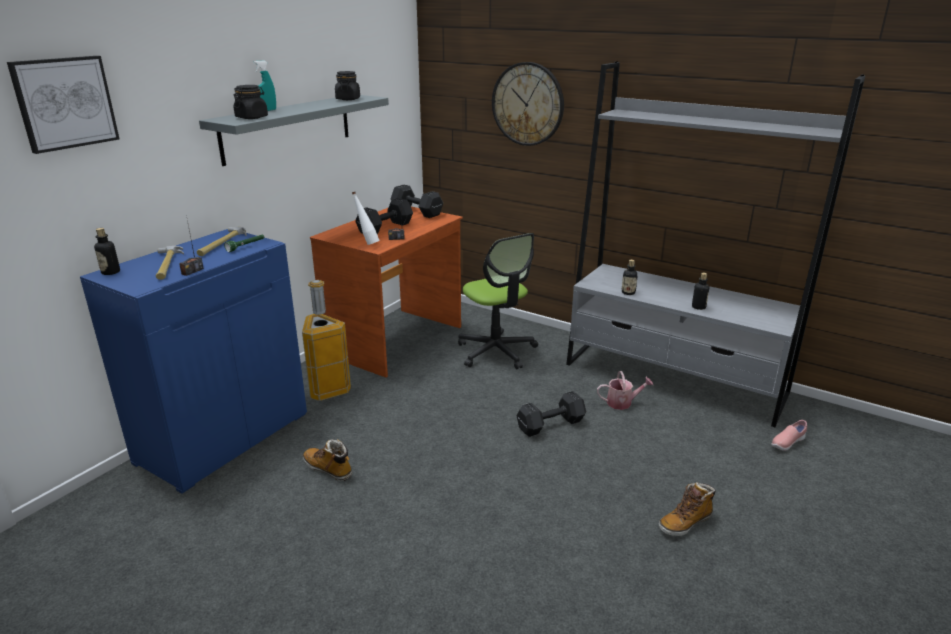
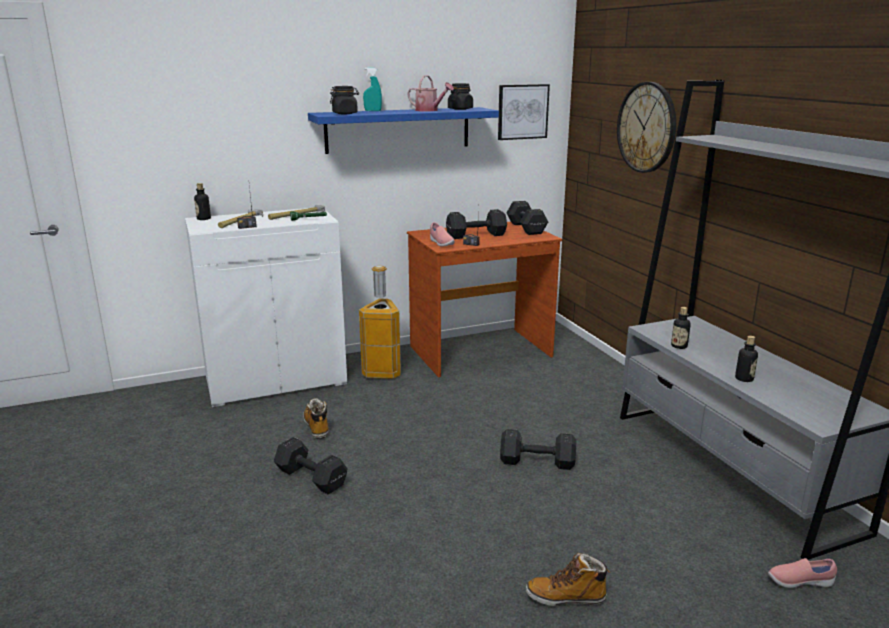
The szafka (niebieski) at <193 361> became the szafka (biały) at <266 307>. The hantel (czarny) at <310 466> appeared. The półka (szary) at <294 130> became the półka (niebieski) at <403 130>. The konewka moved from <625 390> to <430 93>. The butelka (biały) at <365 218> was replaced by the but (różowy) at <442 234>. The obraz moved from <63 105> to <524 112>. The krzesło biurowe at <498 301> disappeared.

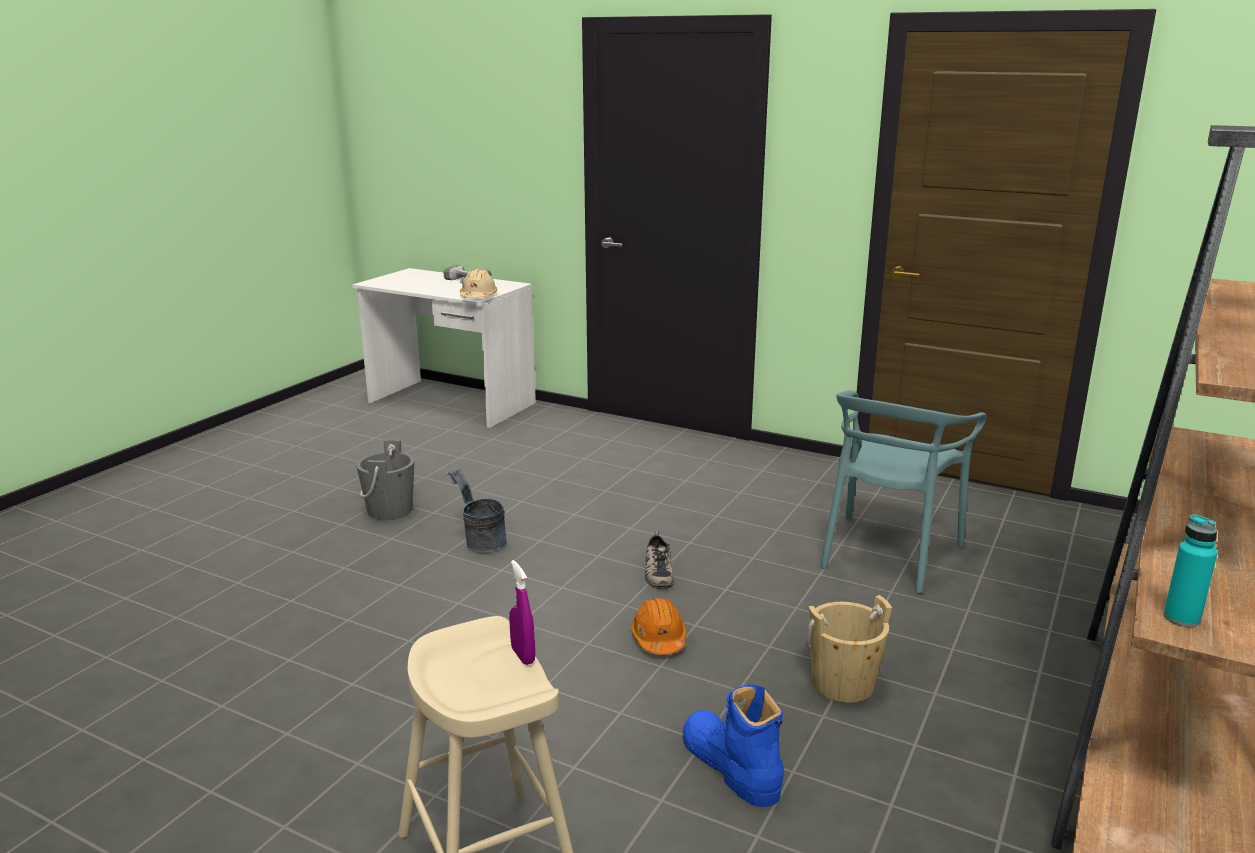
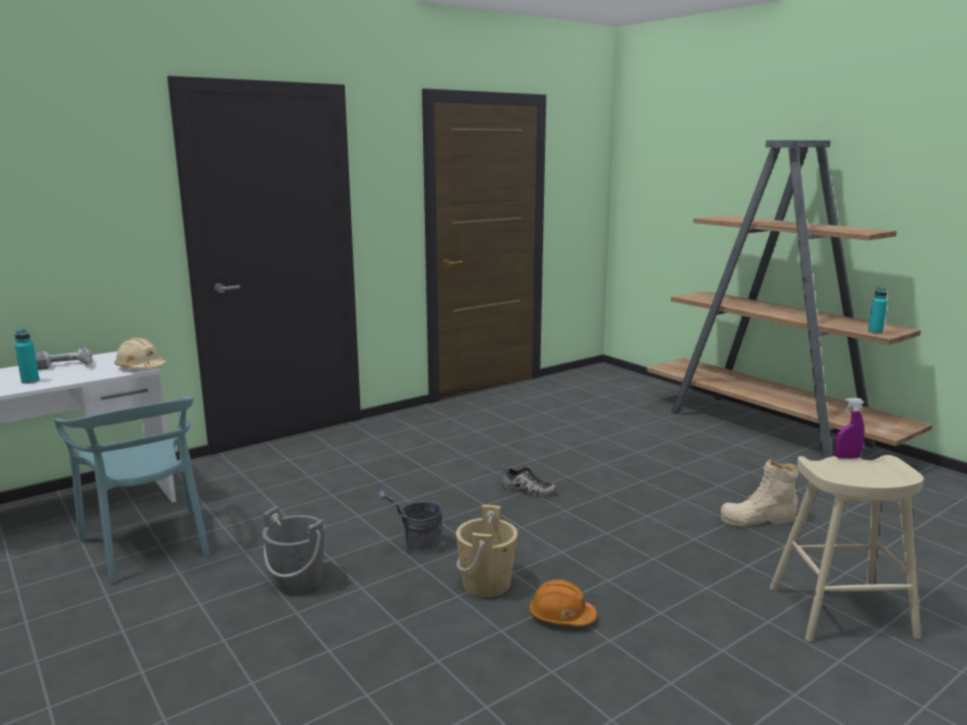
The butelka (turkusowy) at <27 356> appeared. The krzesło (turkusowy) moved from <903 492> to <132 490>. The wiadro (beżowy) moved from <848 649> to <487 551>. The kask (pomarańczowy) moved from <659 626> to <563 602>. The but z cholewką (niebieski) at <733 745> became the but z cholewką (beżowy) at <760 493>.

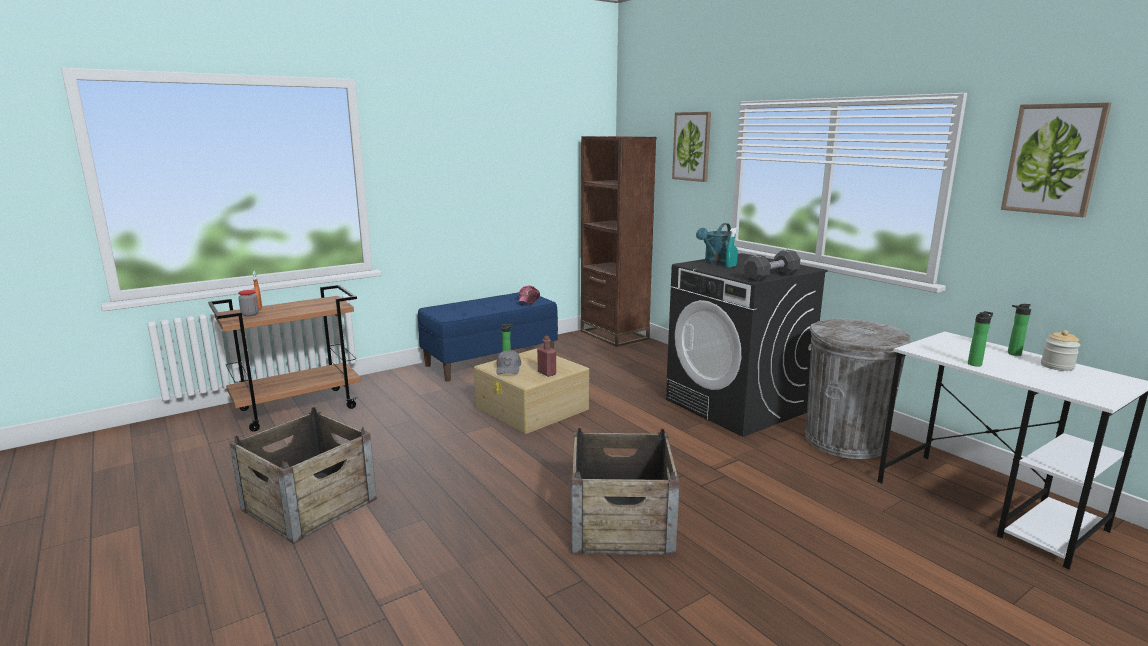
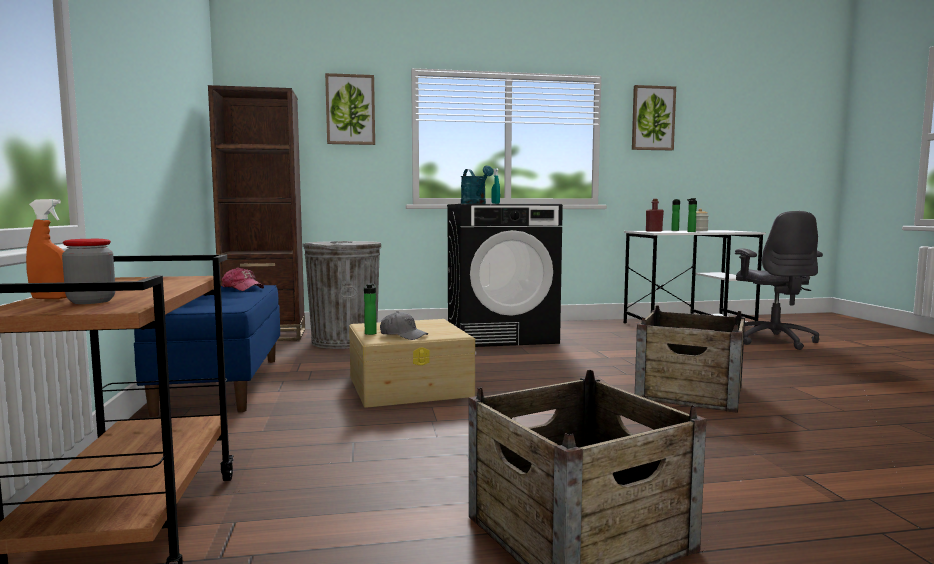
The kosz na śmieci (szary) moved from <858 389> to <342 295>. The butelka (czerwony) moved from <546 356> to <655 215>. The krzesło biurowe (szary) at <779 280> appeared. The hantel (czarny) at <771 266> disappeared.

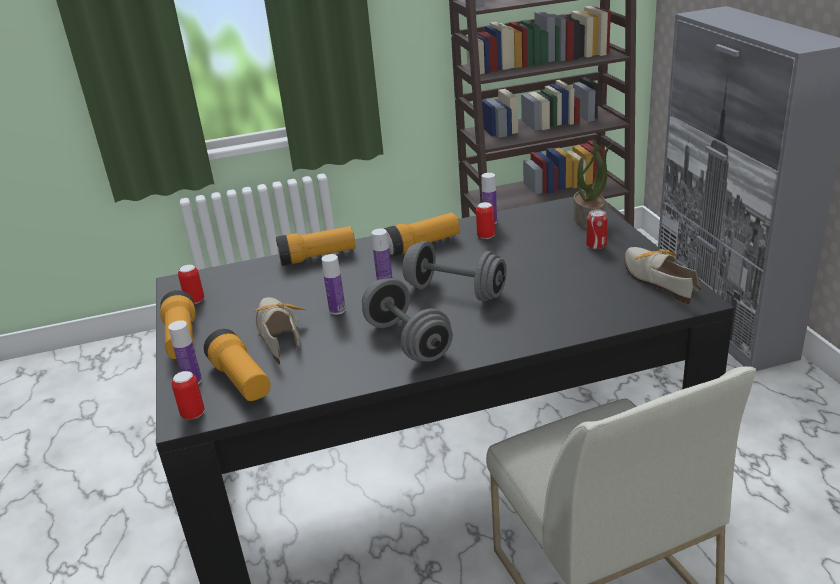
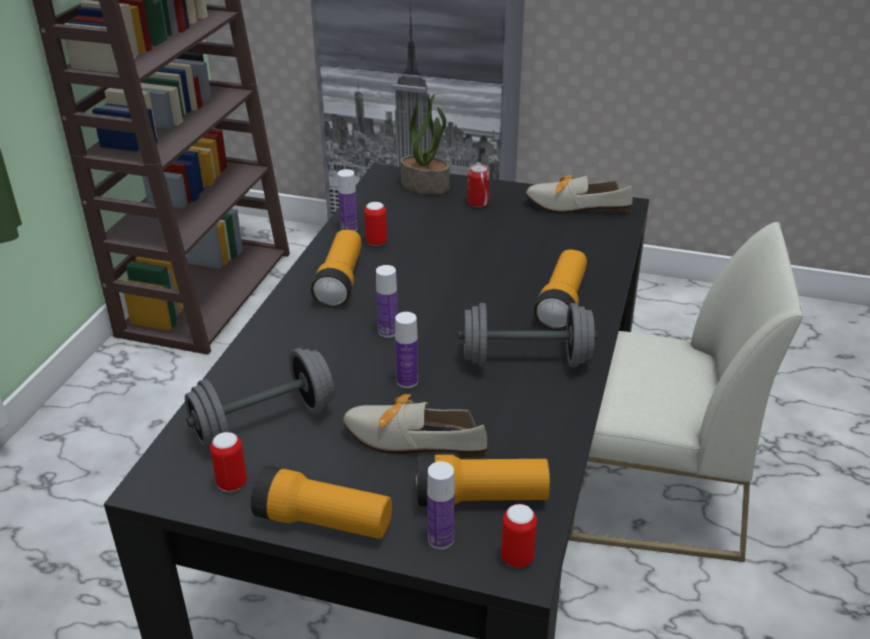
The hantel (szary) moved from <454 271> to <260 397>. The latarka moved from <316 246> to <560 289>.

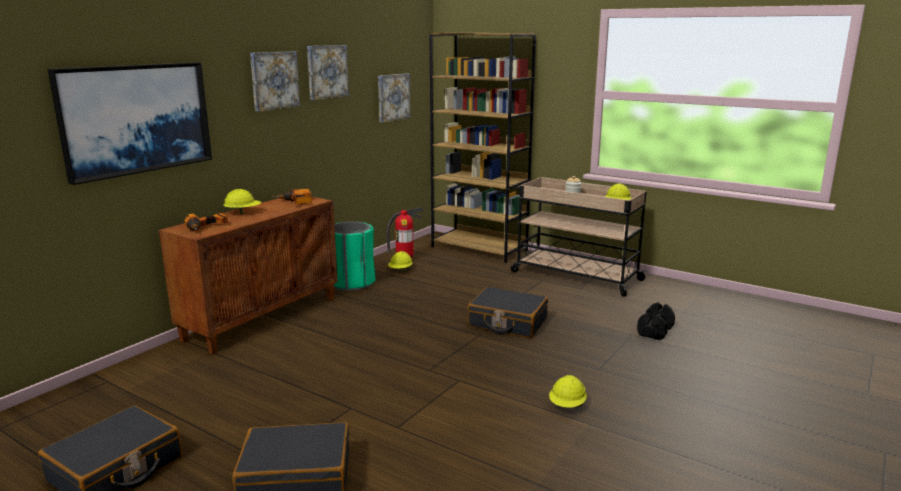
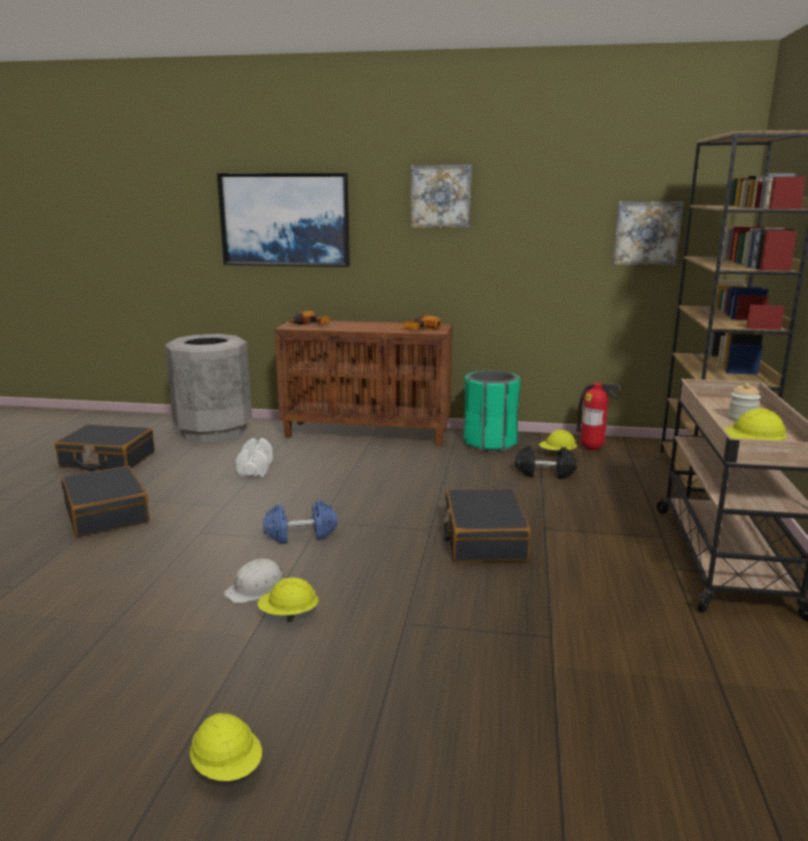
The kosz na śmieci (szary) at <208 388> appeared. The kask (żółty) moved from <242 201> to <226 747>. The kask (biały) at <254 581> appeared. The hantel (biały) at <254 457> appeared. The hantel (niebieski) at <300 522> appeared. The hantel (czarny) moved from <656 321> to <546 462>. The obraz at <328 72> disappeared.

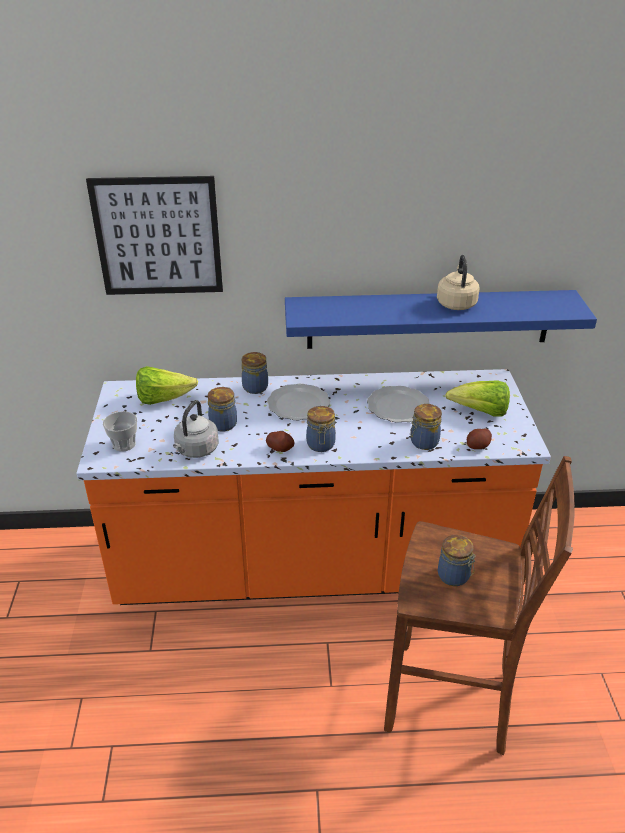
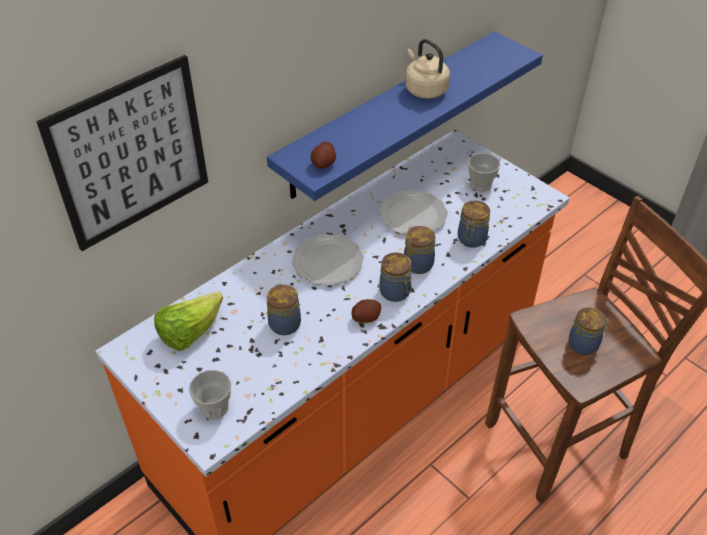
The ziemniak moved from <479 439> to <323 155>. The słoik moved from <254 373> to <419 250>. The sałata at <477 398> was replaced by the filiżanka at <484 172>. The czajnik (szary) at <195 429> disappeared.

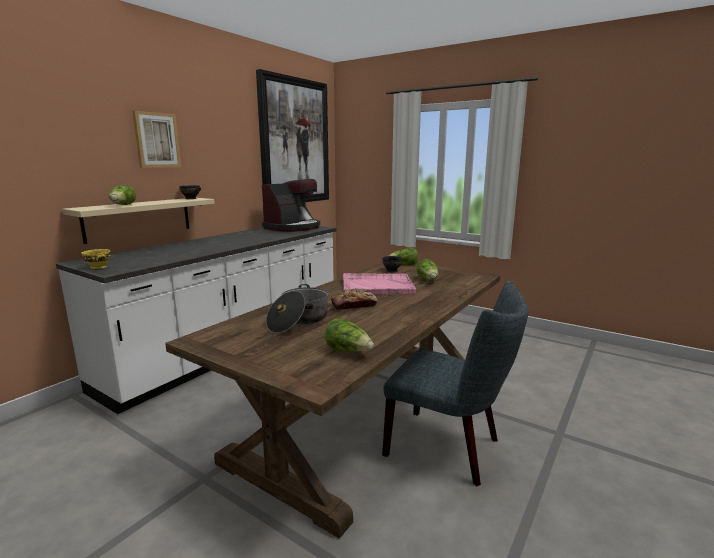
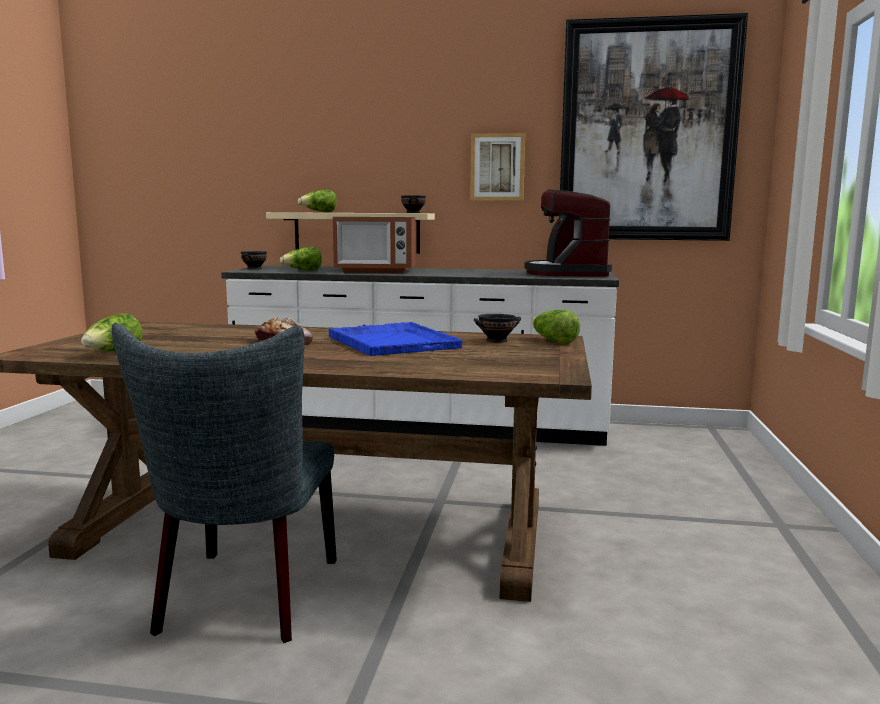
The miska (żółty) at <96 259> became the miska (czarny) at <254 260>. The sałata moved from <428 269> to <301 259>. The taca (różowy) at <379 284> became the taca (niebieski) at <395 339>. The mikrofalówka at <374 245> appeared. The obraz moved from <156 139> to <497 167>. The ekspres do kawy at <291 205> turned 75 degrees clockwise. The garnek at <297 308> disappeared.

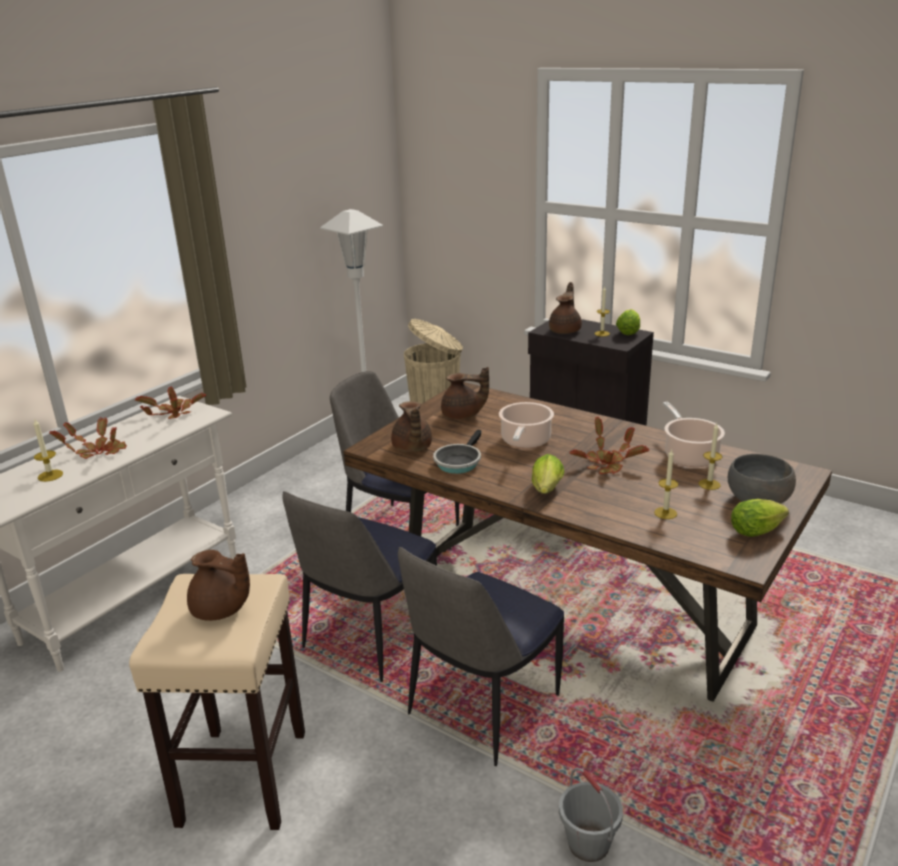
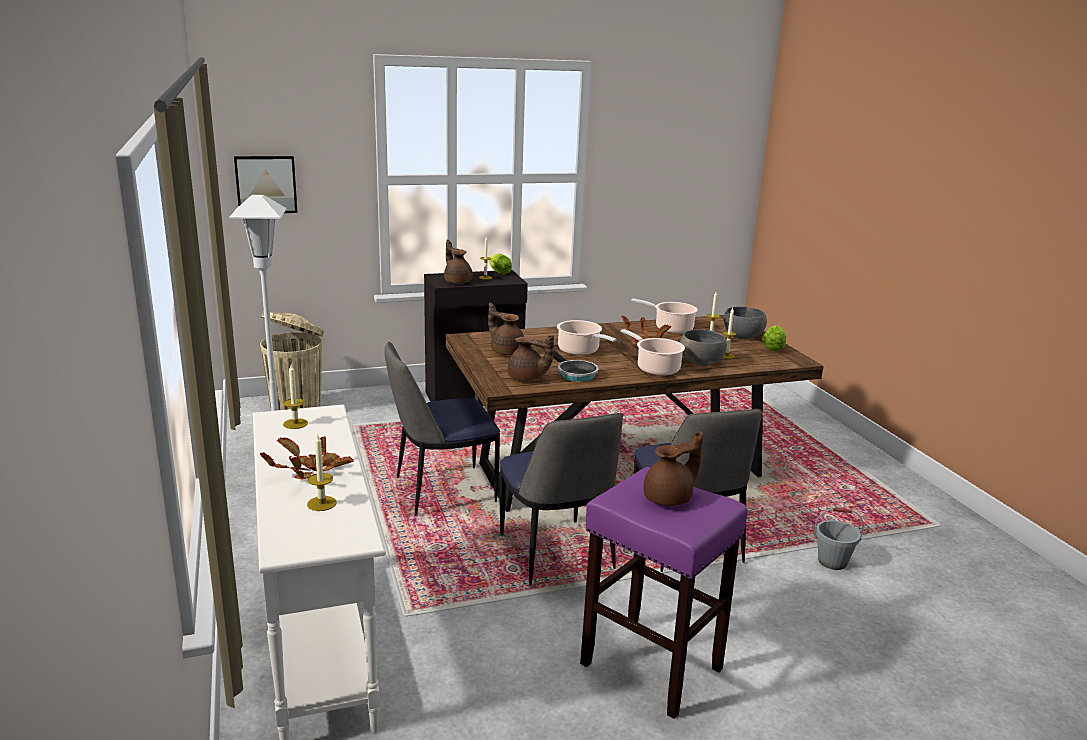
The obraz at <266 184> appeared. The roślina doniczkowa at <170 402> was replaced by the świeca at <295 397>. The imbryk (brązowy) at <465 393> turned 90 degrees counterclockwise. The stołek (beżowy) at <217 702> became the stołek (fioletowy) at <664 593>. The sałata at <548 474> was replaced by the garnek at <653 352>. The miska (szary) at <703 347> appeared.

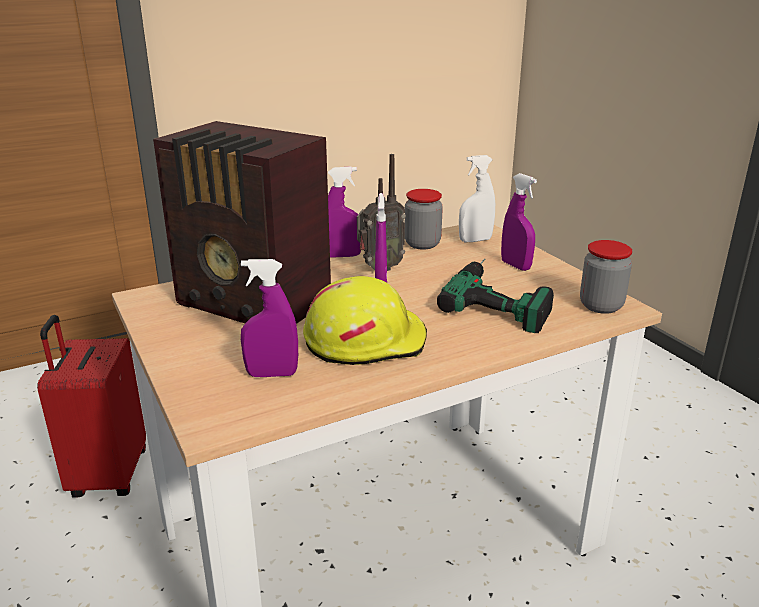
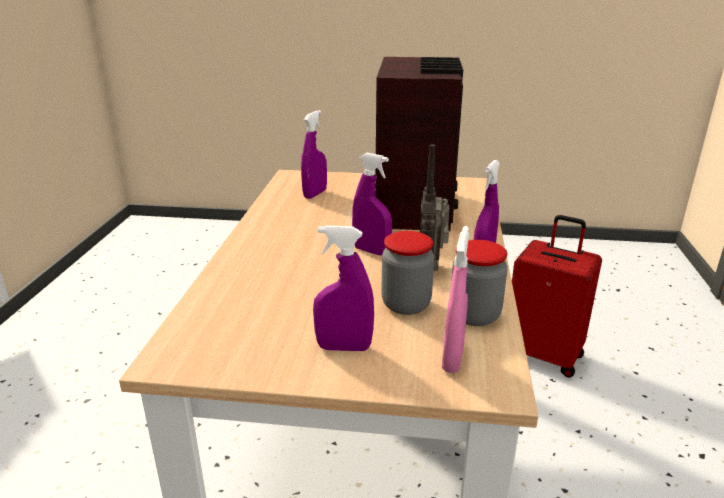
The radio at <242 222> turned 120 degrees clockwise. The słoik moved from <606 277> to <407 273>. The spryskiwacz (biały) at <477 198> became the spryskiwacz (różowy) at <455 299>. The kask (żółty) at <365 320> disappeared. The wiertarka at <495 296> disappeared.

